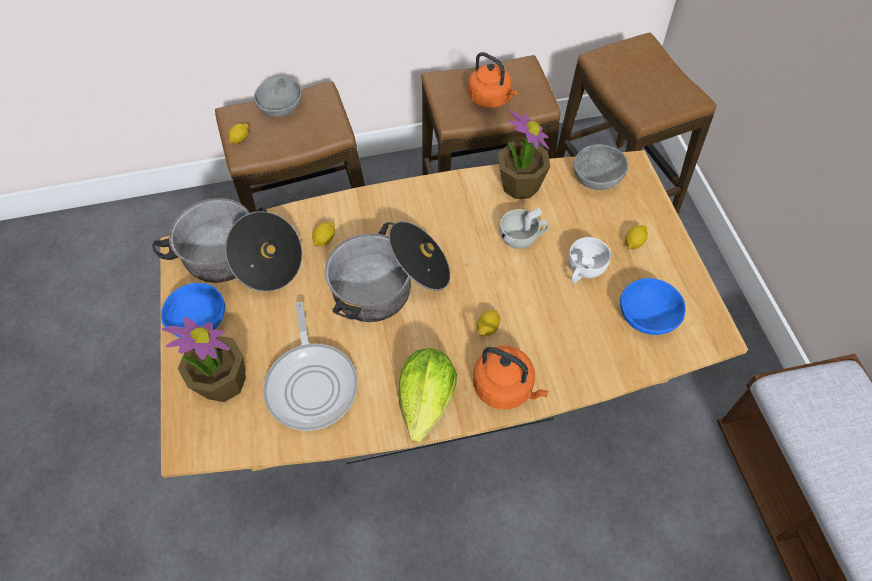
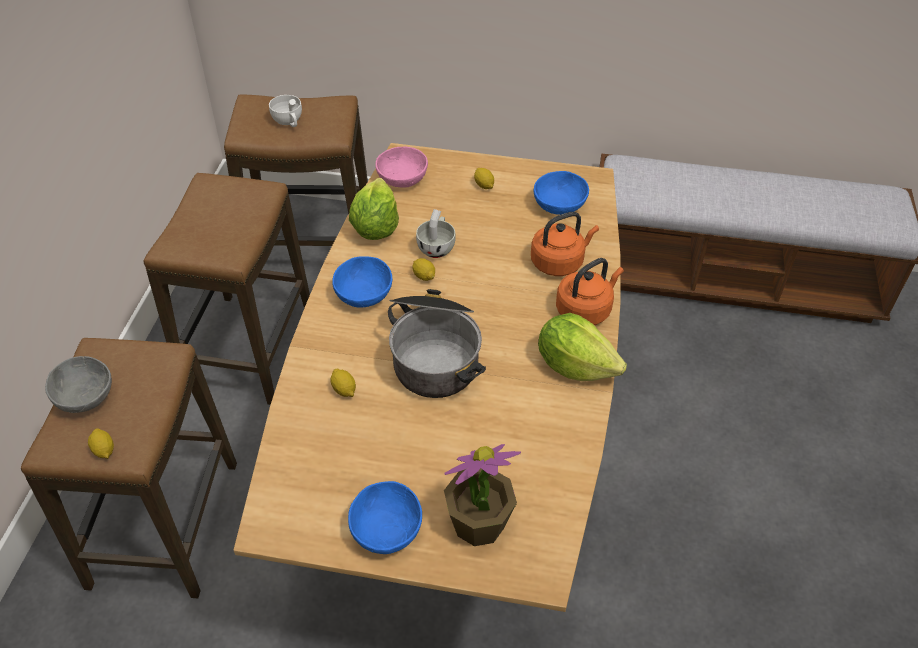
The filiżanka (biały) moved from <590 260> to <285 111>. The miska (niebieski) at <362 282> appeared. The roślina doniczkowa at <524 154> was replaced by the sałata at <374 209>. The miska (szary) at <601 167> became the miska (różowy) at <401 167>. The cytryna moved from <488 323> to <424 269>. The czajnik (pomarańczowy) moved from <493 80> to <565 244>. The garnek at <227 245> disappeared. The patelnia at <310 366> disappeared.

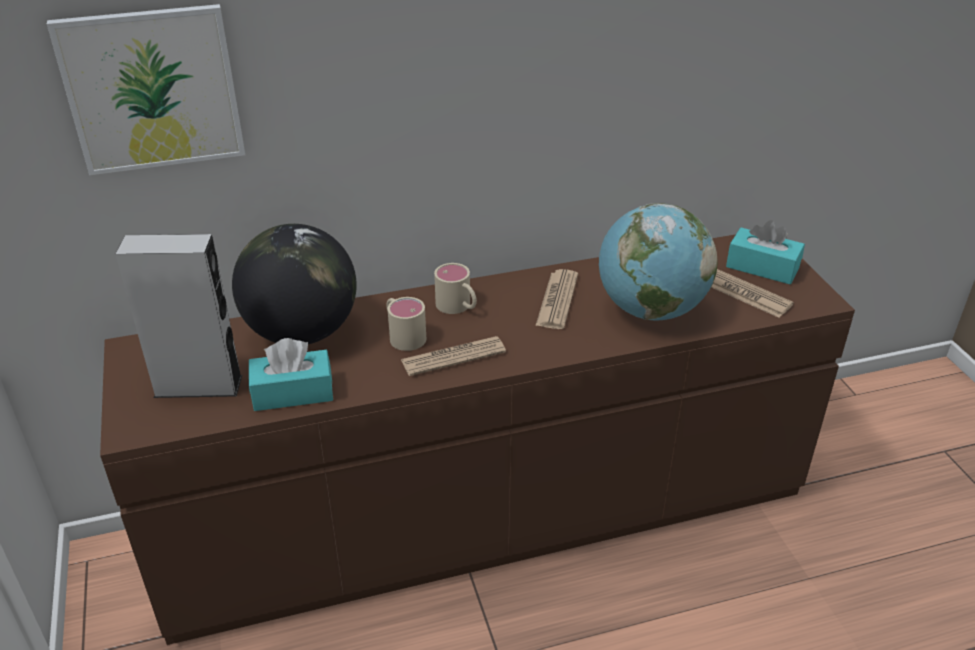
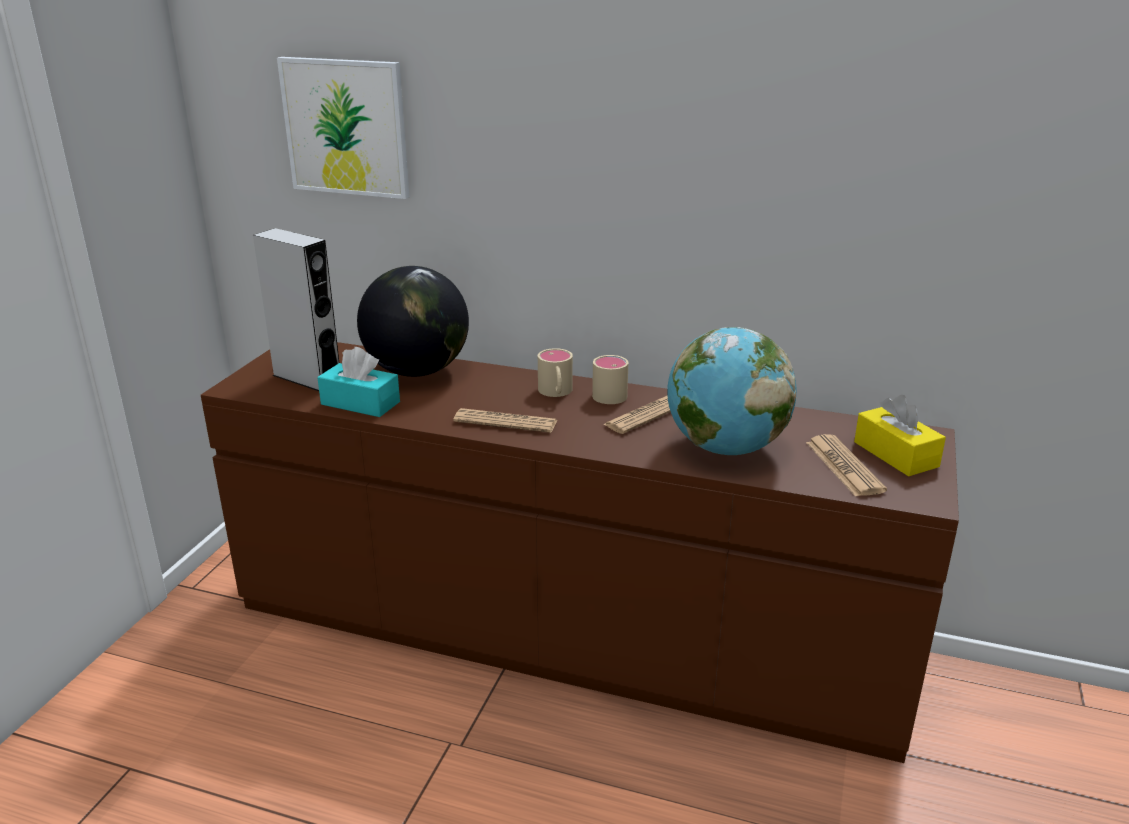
The kubek (beżowy) moved from <406 324> to <610 379>. The pudełko chusteczek (turkusowy) at <765 252> became the pudełko chusteczek (żółty) at <900 436>.

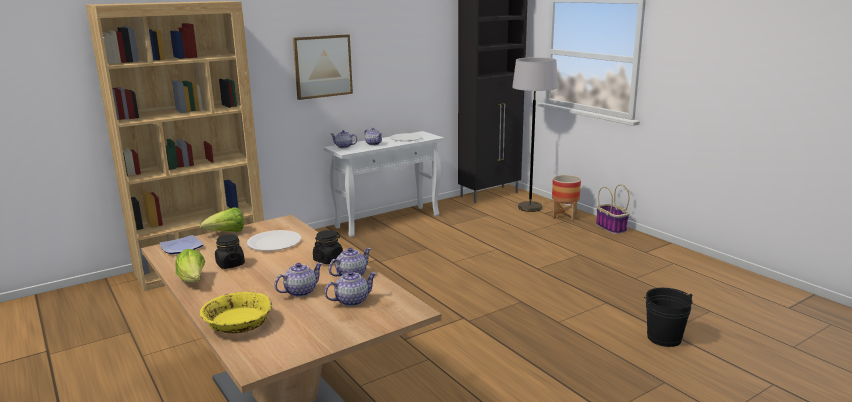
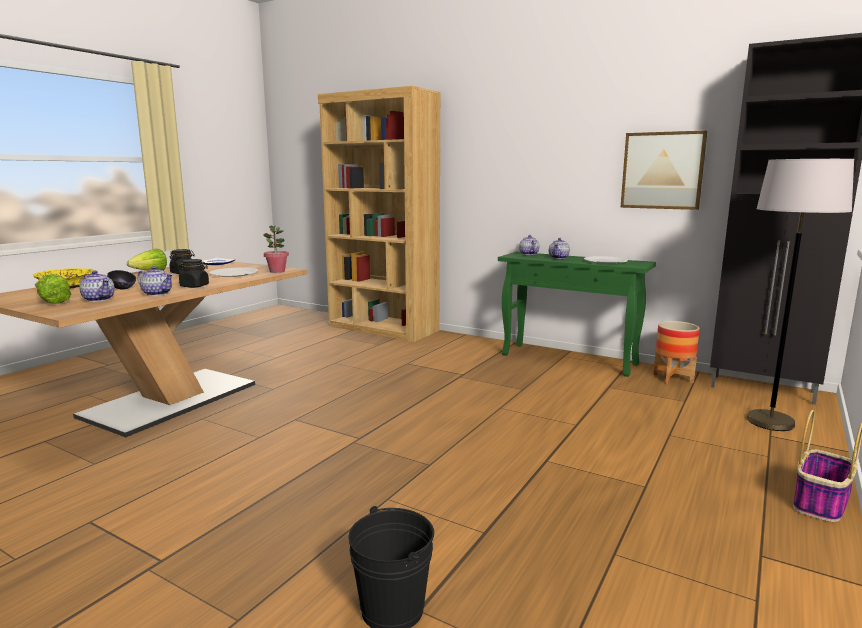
The sałata moved from <222 220> to <53 289>. The imbryk at <299 280> was replaced by the miska (czarny) at <121 279>. The roślina doniczkowa at <276 249> appeared. The stolik konsolowy (biały) at <383 184> became the stolik konsolowy (zielony) at <577 314>. The obraz moved from <323 67> to <663 170>. The donica moved from <566 198> to <676 352>.

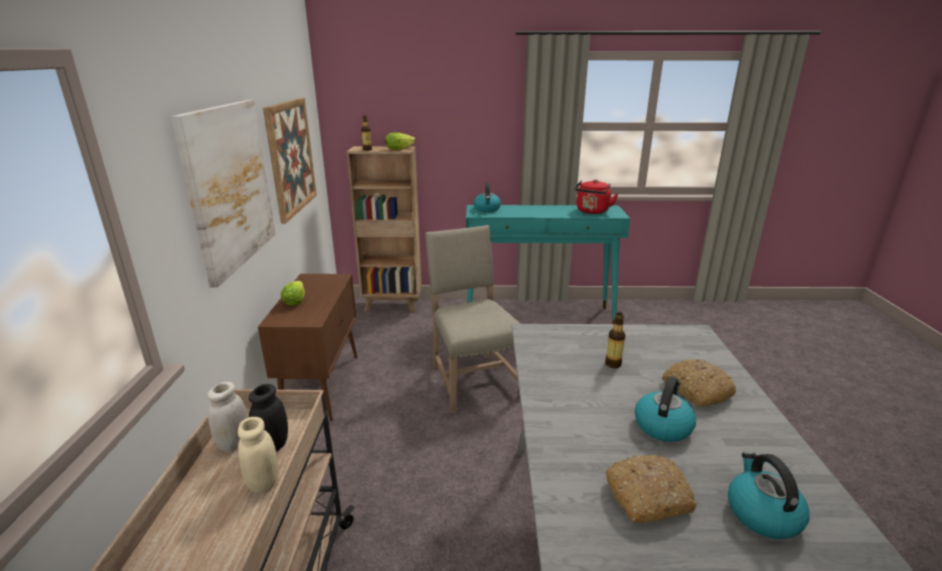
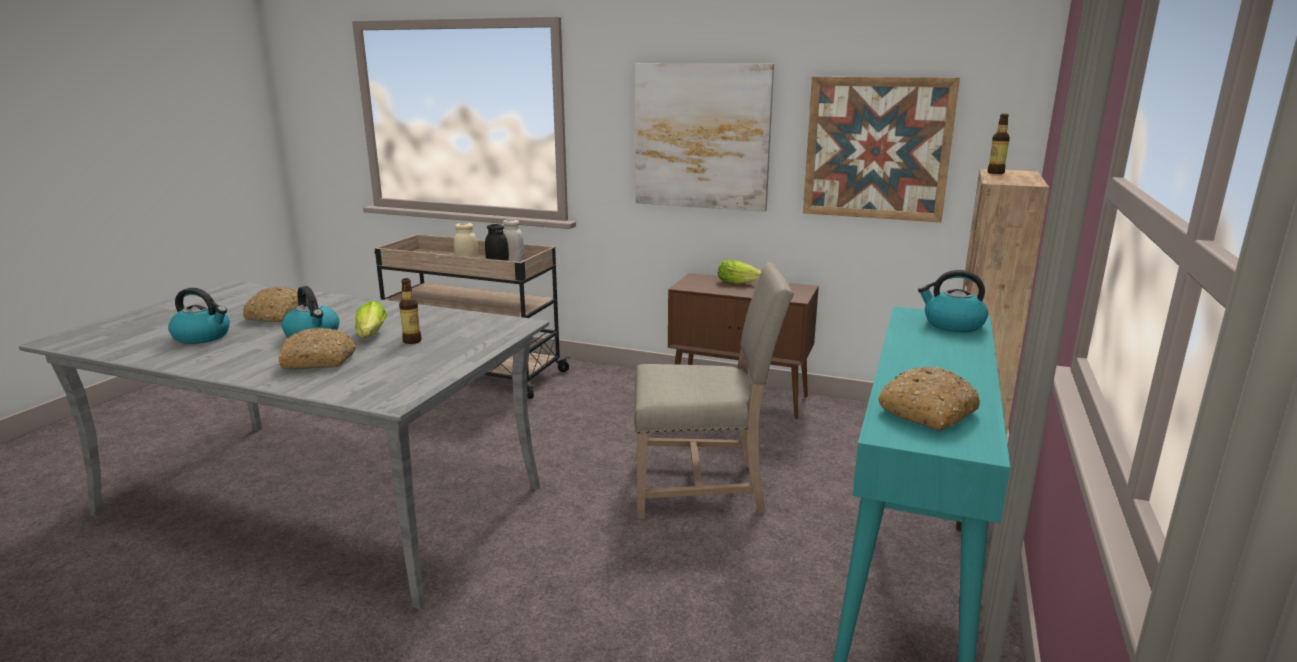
The sałata moved from <400 141> to <371 319>. The czajnik (czerwony) at <596 197> was replaced by the chleb at <929 399>.

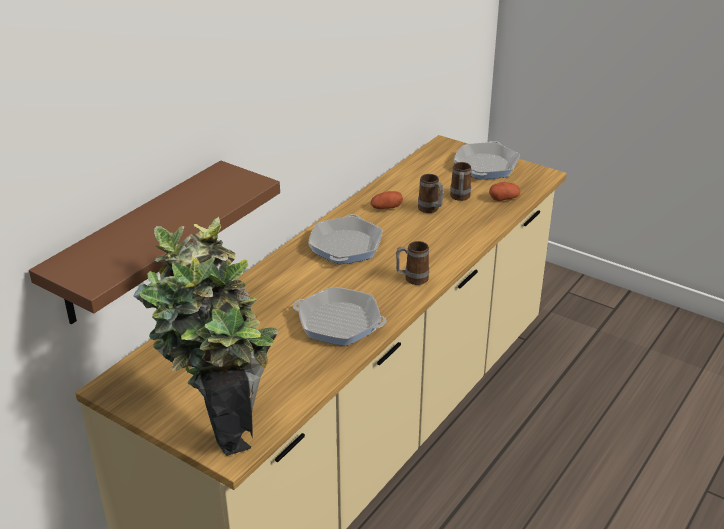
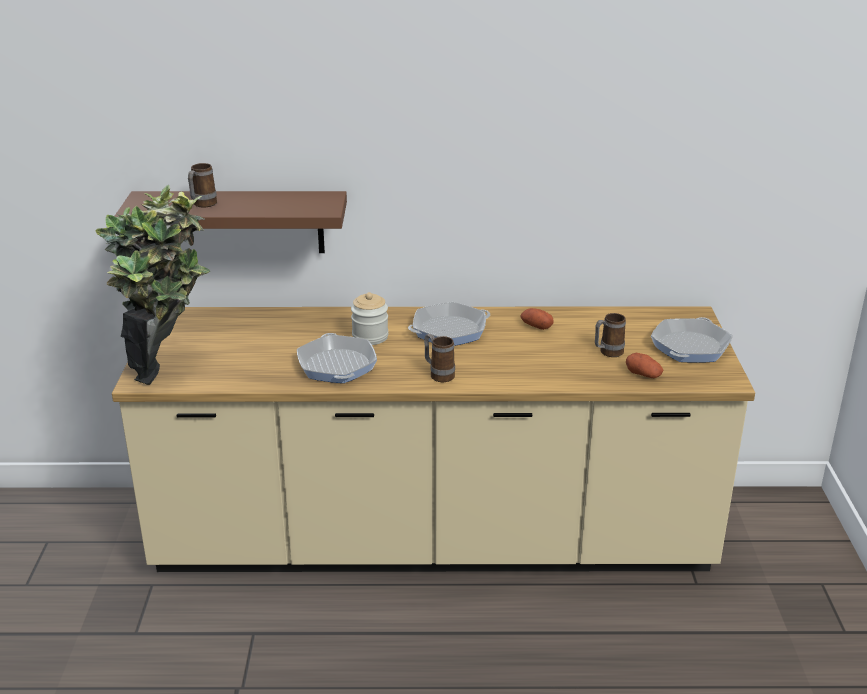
The kubek moved from <431 193> to <202 185>. The słoik at <369 318> appeared. The patelnia at <487 160> turned 135 degrees clockwise.

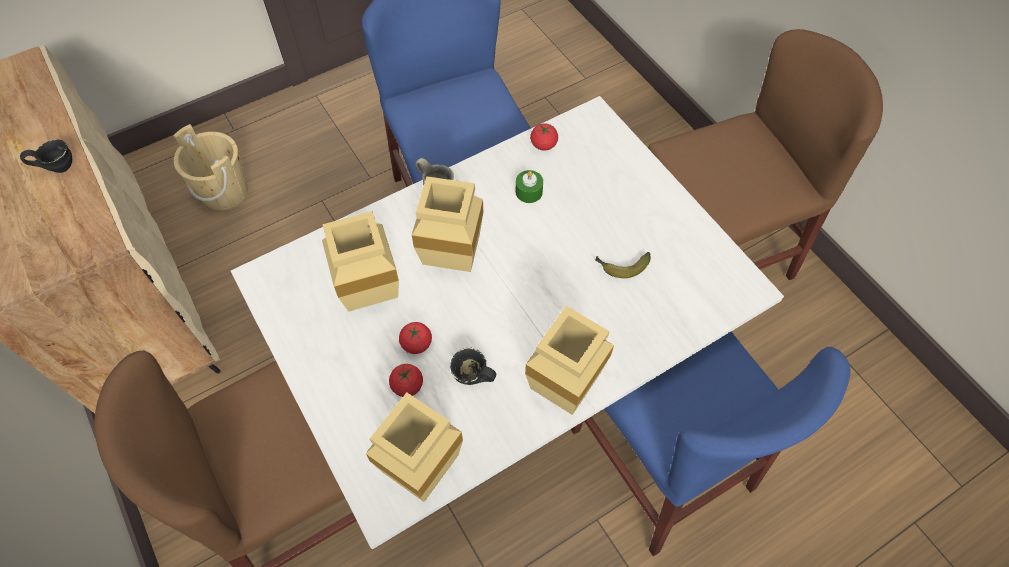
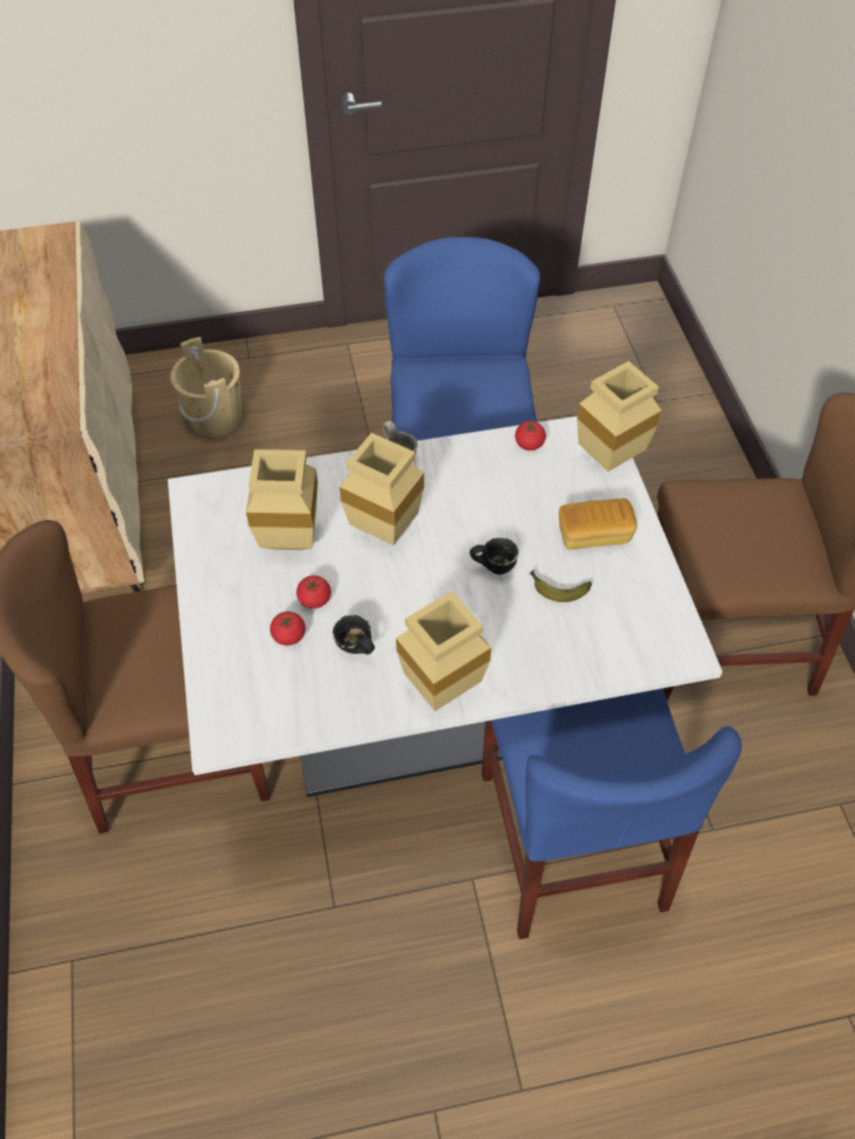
The kubek (czarny) moved from <46 156> to <494 556>. The chleb at <598 524> appeared. The wazon (beżowy) moved from <414 447> to <619 416>. The świeca (zielony) at <529 186> disappeared.

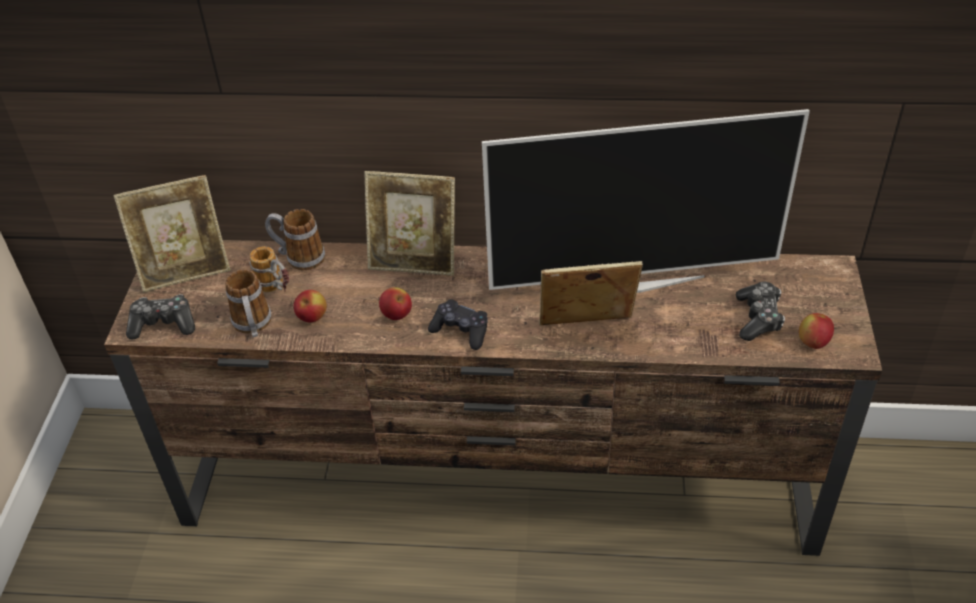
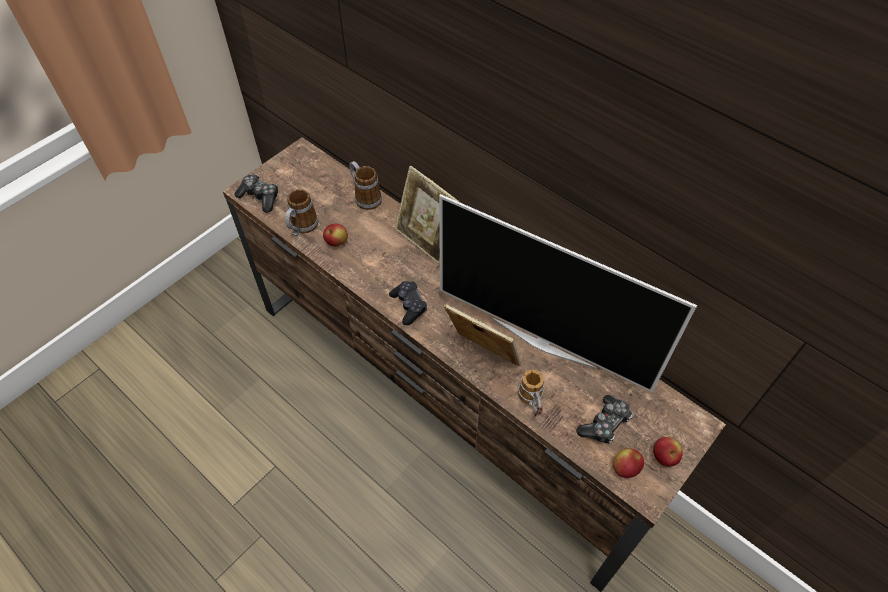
The kubek moved from <269 269> to <531 393>. The jabłko moved from <395 303> to <668 451>. The ramka na zdjęcie at <172 233> disappeared.

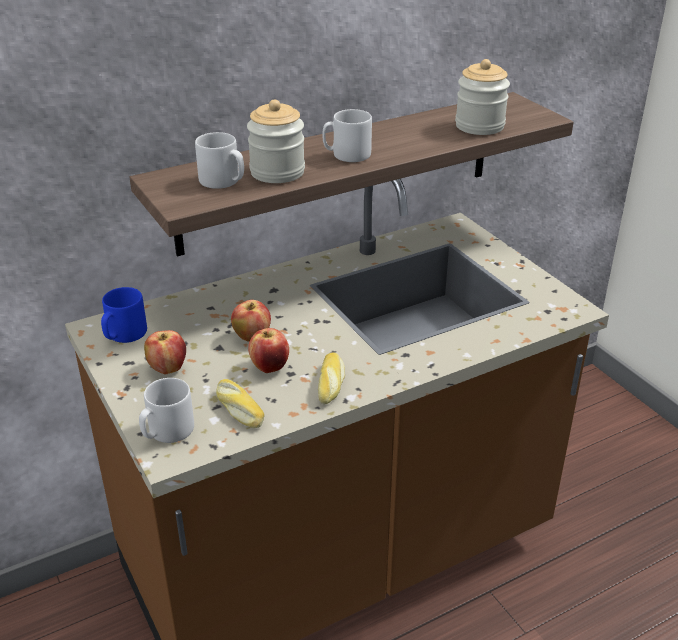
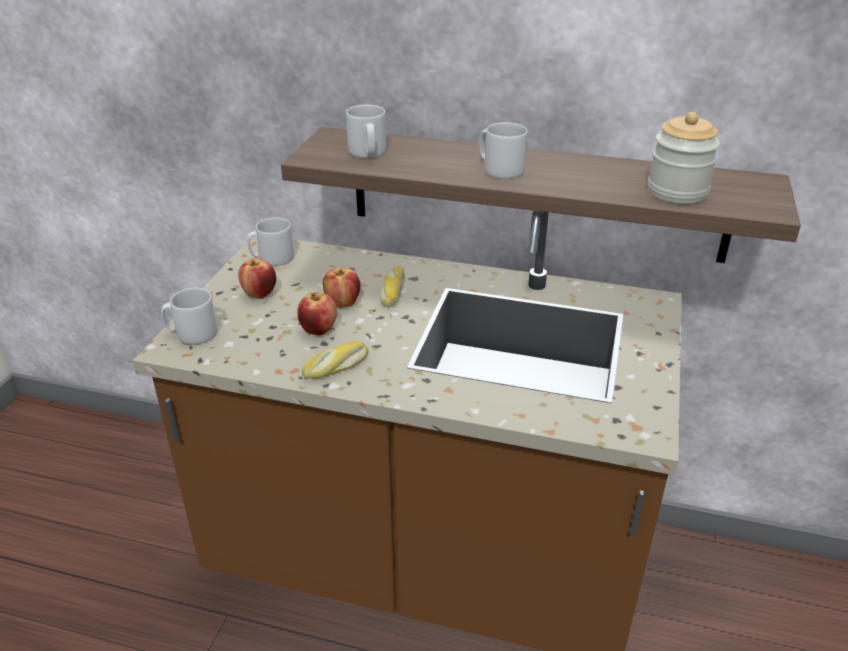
The kubek (niebieski) at <124 315> became the kubek (szary) at <270 241>. The chleb moved from <240 403> to <392 286>. The słoik at <276 141> disappeared.

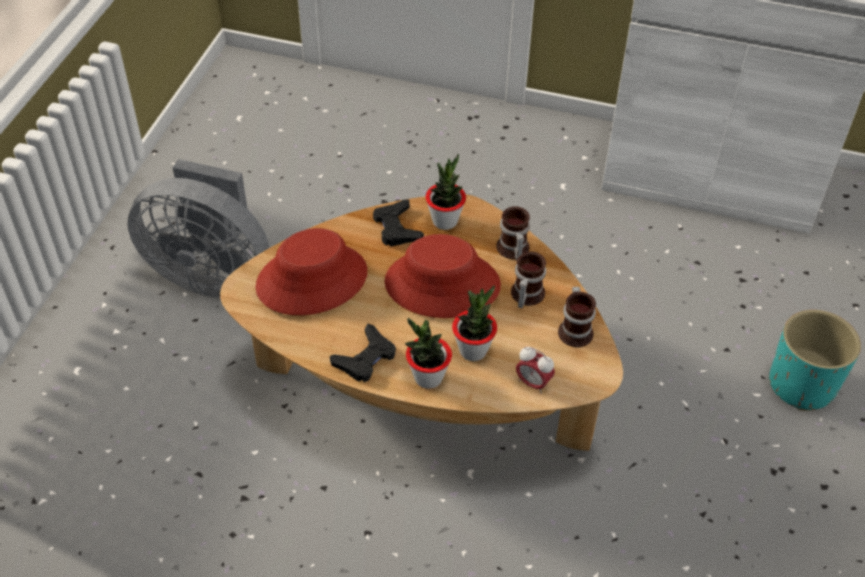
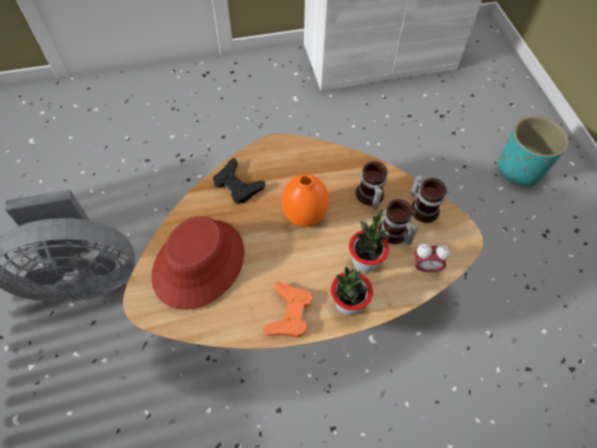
The pad do gier (czarny) at <363 353> became the pad do gier (pomarańczowy) at <287 310>. The kapelusz (czerwony) at <443 276> was replaced by the wazon (pomarańczowy) at <305 200>. The kubek moved from <513 234> to <398 222>. The roślina doniczkowa at <446 192> disappeared.

